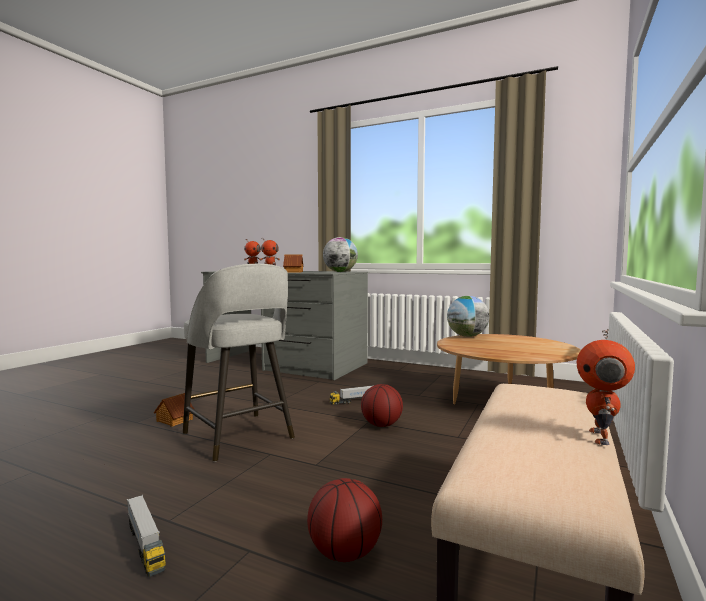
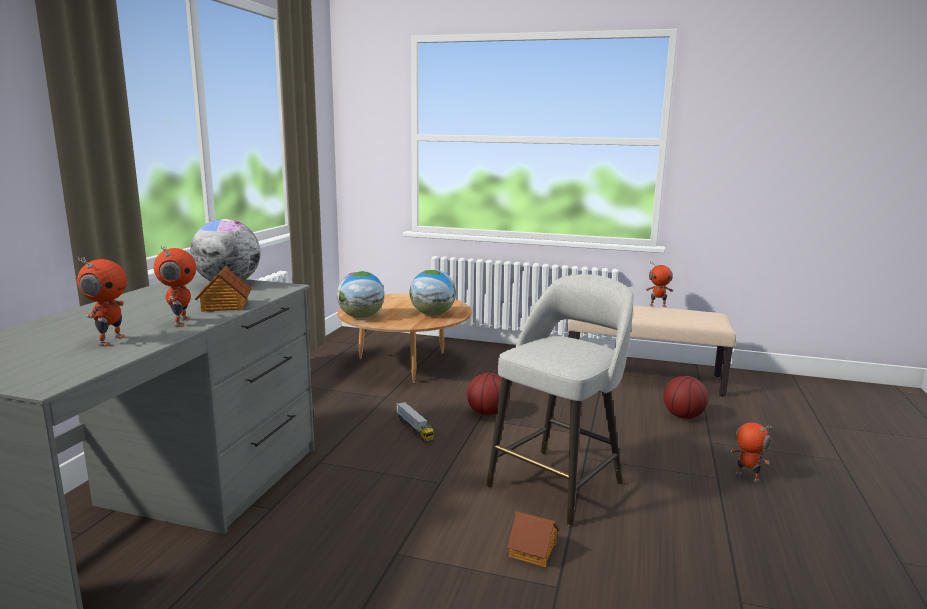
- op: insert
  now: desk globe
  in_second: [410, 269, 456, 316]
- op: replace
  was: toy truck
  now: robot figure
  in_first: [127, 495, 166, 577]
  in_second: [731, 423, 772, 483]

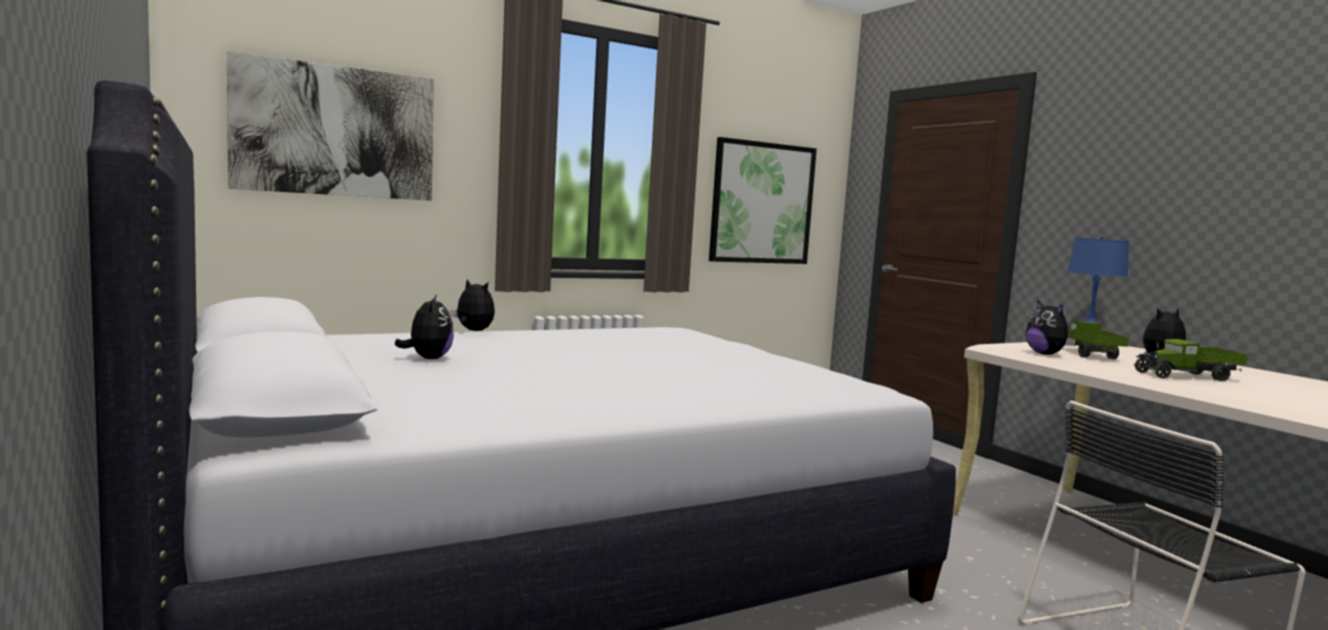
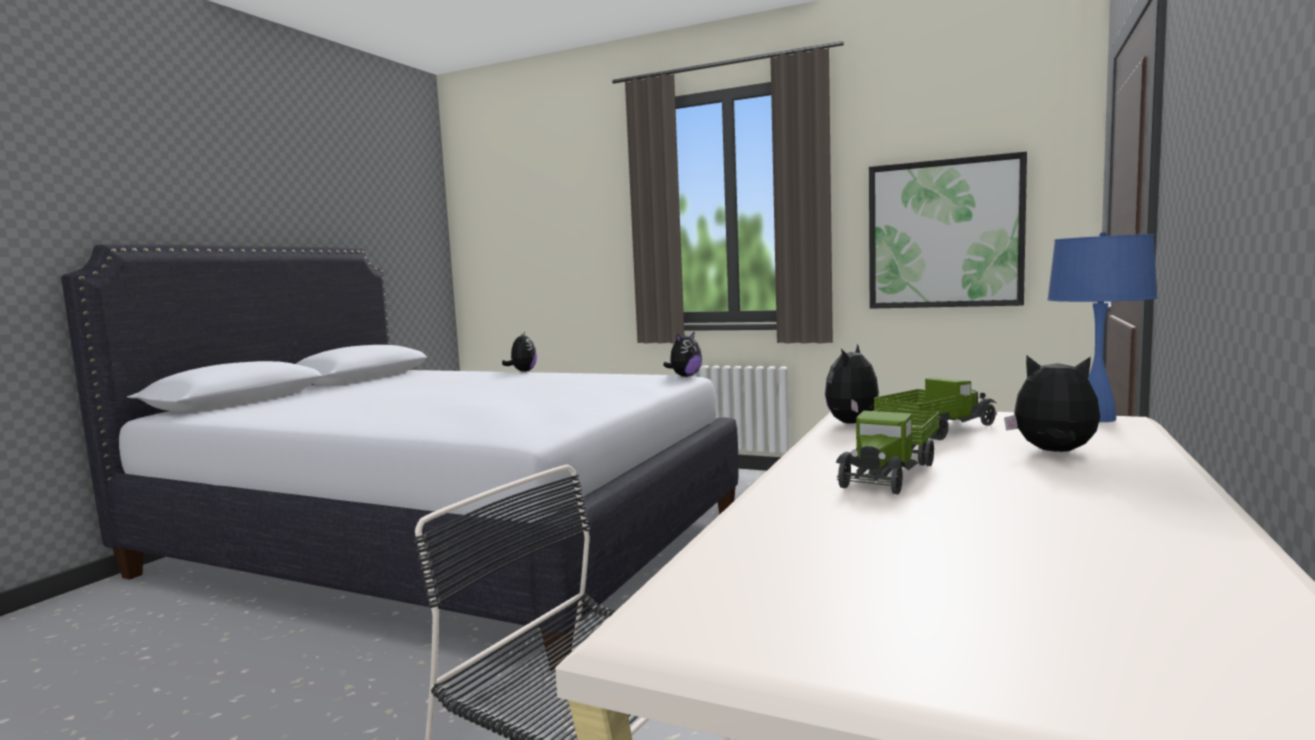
- op: delete
  was: picture
  in_first: [227, 51, 434, 201]
- op: move
  was: cuddly toy
  in_first: [395, 294, 454, 359]
  in_second: [663, 331, 702, 377]
- op: rotate
  was: toy truck
  in_first: [1134, 339, 1248, 381]
  in_second: [836, 408, 940, 495]
  clockwise: -105

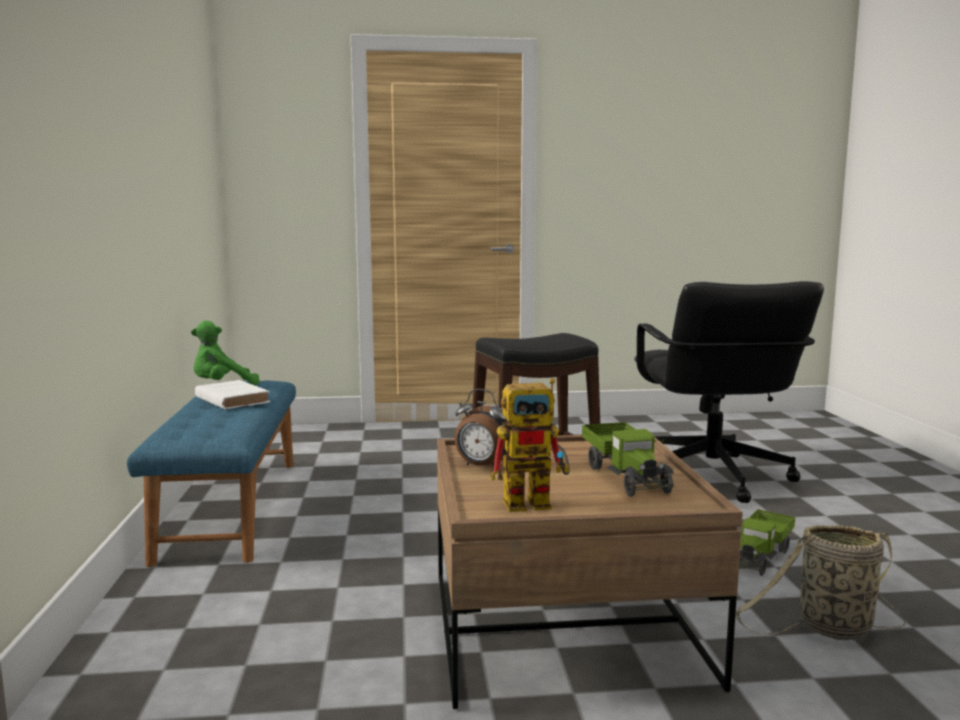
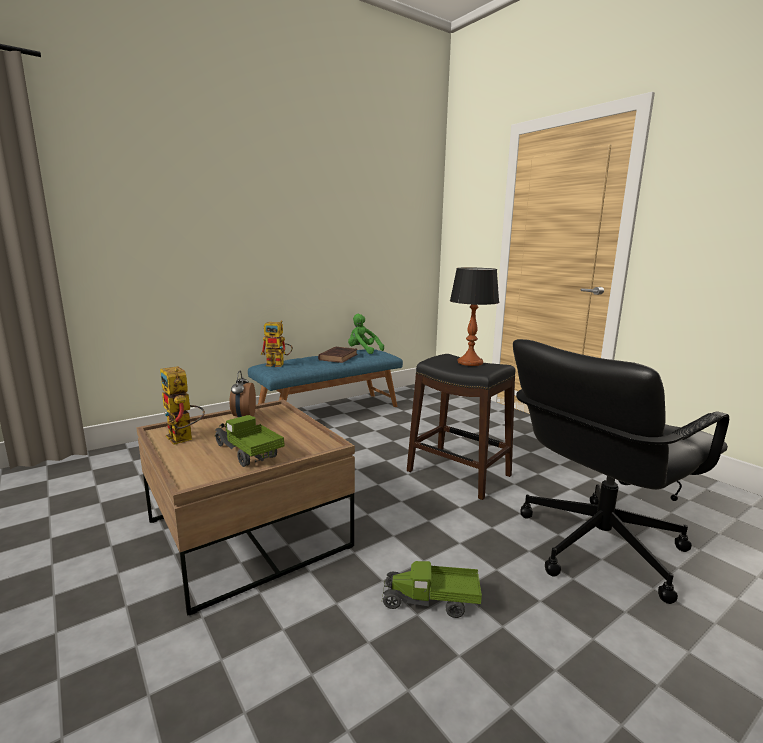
- op: delete
  was: basket
  in_first: [735, 525, 907, 640]
- op: insert
  now: robot figure
  in_second: [261, 320, 293, 367]
- op: insert
  now: tabletop lamp
  in_second: [450, 268, 499, 366]
- op: recolor
  was: white-coloured volume
  now: brown-coloured volume
  in_first: [195, 380, 270, 409]
  in_second: [318, 347, 357, 363]
- op: rotate
  was: toy truck
  in_first: [582, 422, 674, 497]
  in_second: [214, 415, 285, 467]
  clockwise: 90

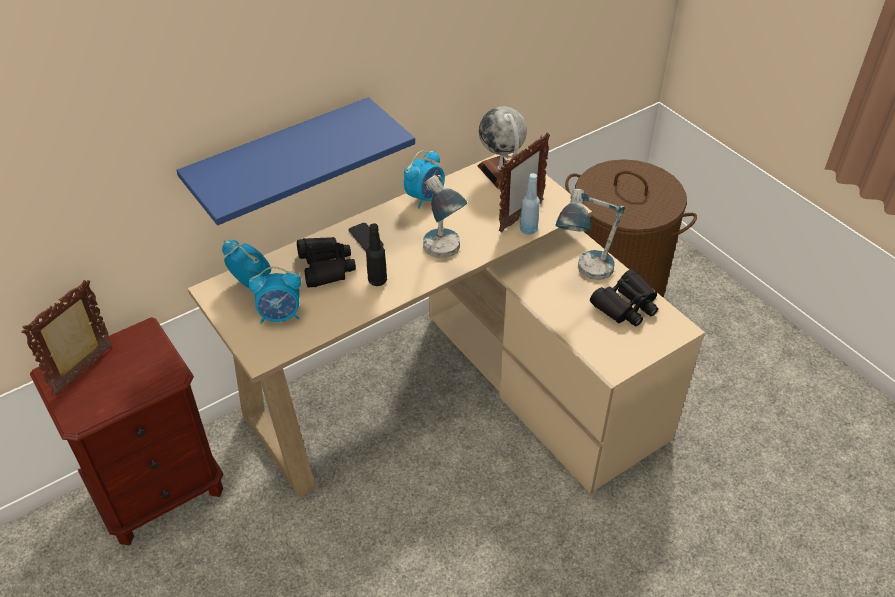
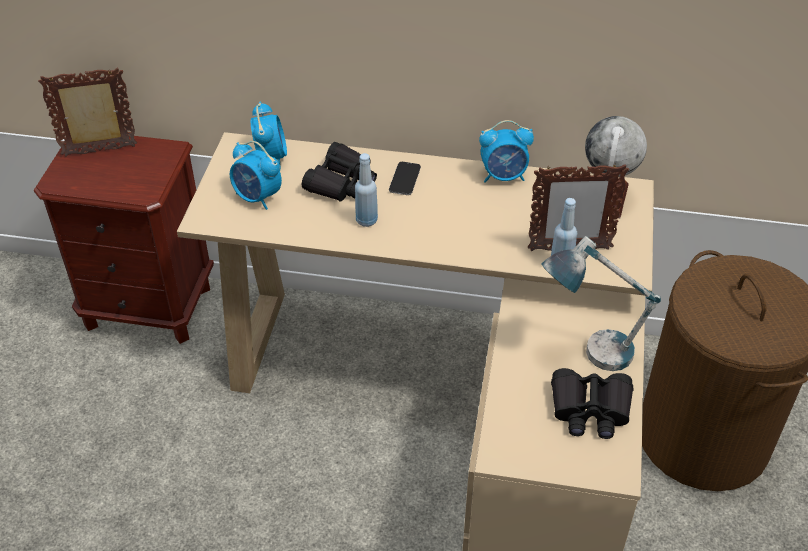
- op: delete
  was: bluish bracket shelf
  in_first: [176, 97, 415, 225]
- op: delete
  was: tabletop lamp
  in_first: [423, 175, 468, 258]
- op: recolor
  was: blackish bottle
  now: bluish bottle
  in_first: [366, 224, 387, 286]
  in_second: [355, 153, 378, 227]

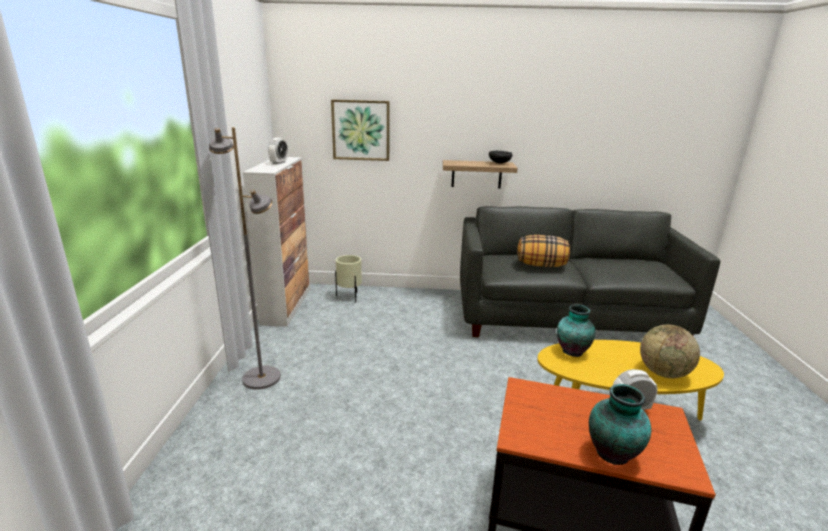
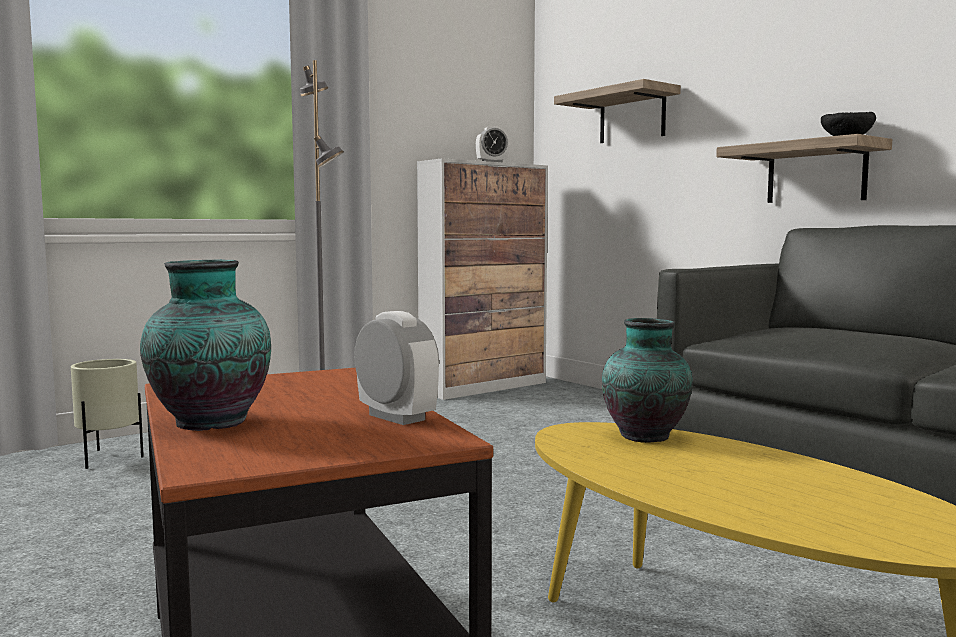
- op: delete
  was: cushion
  in_first: [517, 235, 570, 267]
- op: delete
  was: desk globe
  in_first: [640, 325, 700, 378]
- op: move
  was: sand-coloured planter
  in_first: [335, 255, 362, 302]
  in_second: [71, 359, 144, 469]
- op: replace
  was: picture
  now: bracket shelf
  in_first: [331, 100, 390, 161]
  in_second: [554, 79, 681, 143]

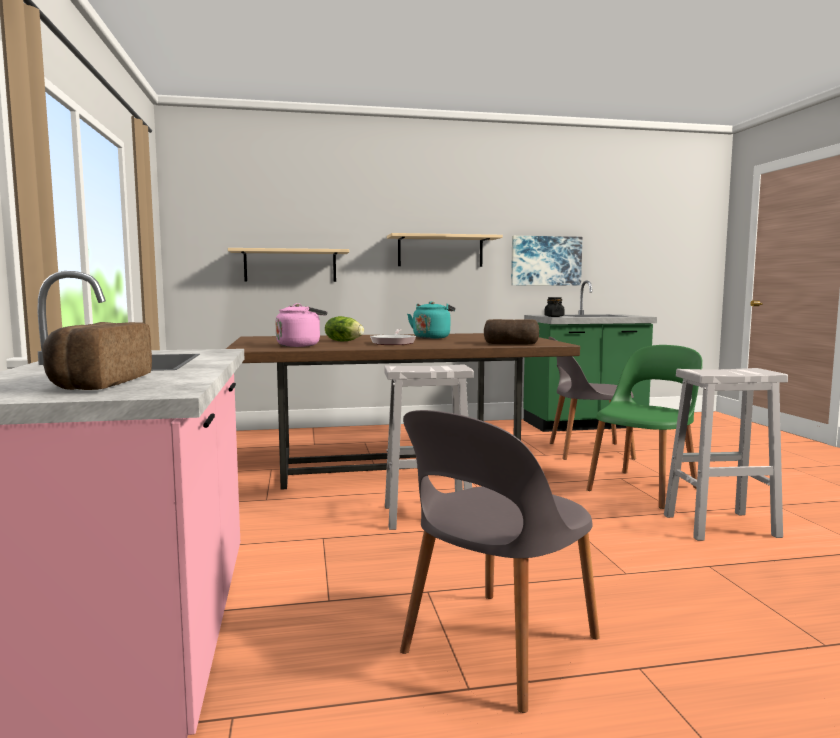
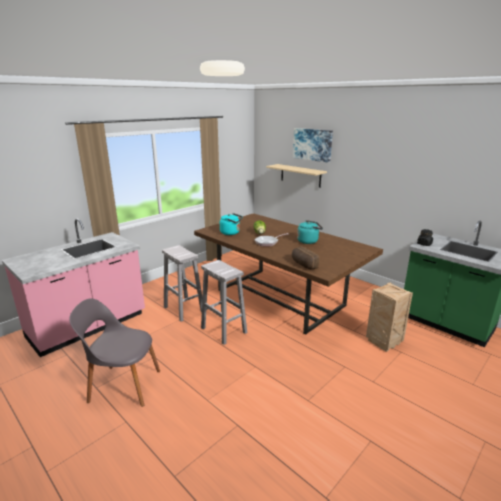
- op: delete
  was: baked bread
  in_first: [42, 322, 152, 390]
- op: delete
  was: sand-coloured bracket shelf
  in_first: [387, 233, 503, 267]
- op: delete
  was: green plain chair
  in_first: [586, 345, 703, 509]
- op: move
  was: picture
  in_first: [511, 236, 583, 285]
  in_second: [293, 128, 333, 163]
- op: move
  was: white-coloured stool seat
  in_first: [664, 368, 788, 541]
  in_second: [162, 245, 202, 322]
- op: replace
  was: gray plain chair
  now: shipping crate
  in_first: [548, 337, 636, 460]
  in_second: [366, 282, 413, 352]
- op: recolor
  was: pink water kettle
  now: turquoise water kettle
  in_first: [276, 303, 328, 347]
  in_second: [220, 213, 243, 235]

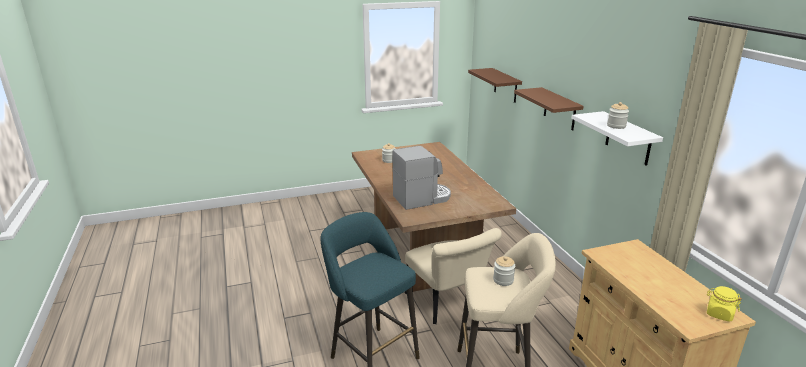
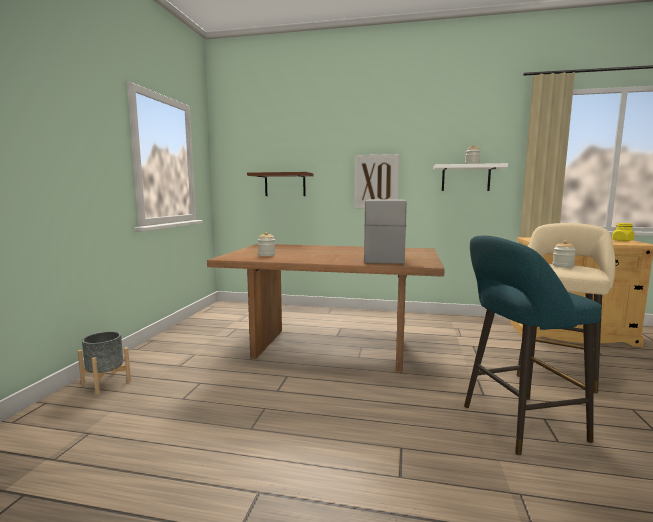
- op: delete
  was: sand-coloured plain chair
  in_first: [405, 228, 502, 324]
- op: insert
  now: gray planter
  in_second: [78, 331, 131, 395]
- op: replace
  was: brown-coloured bracket shelf
  now: picture
  in_first: [514, 87, 584, 131]
  in_second: [354, 154, 399, 208]

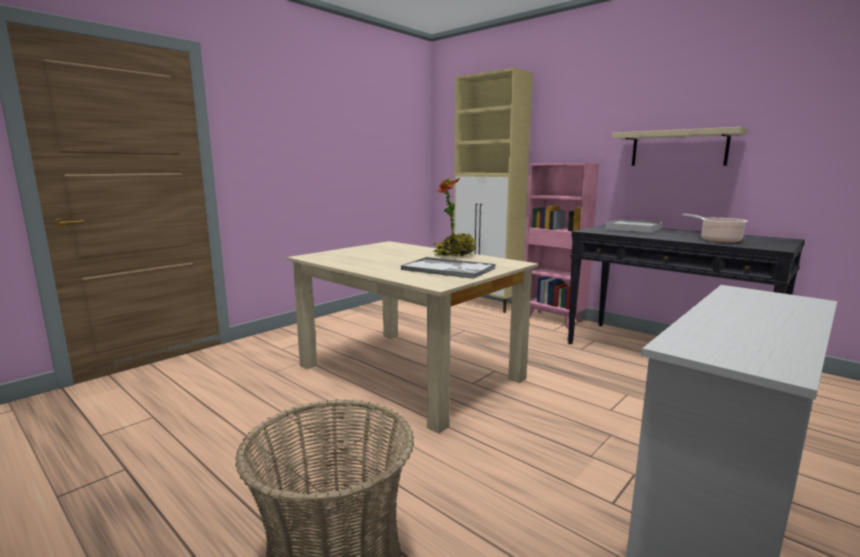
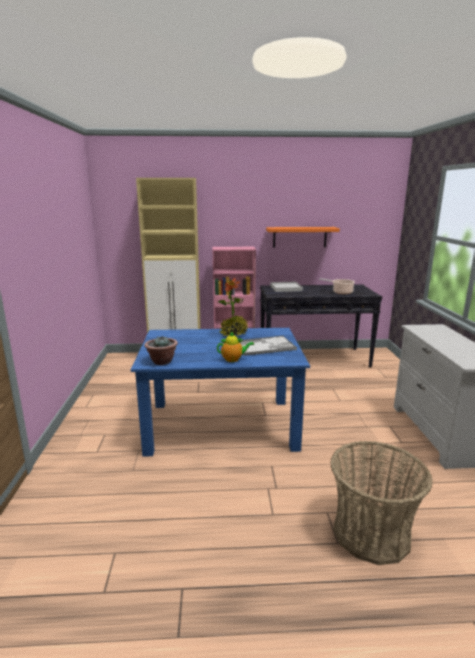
- op: insert
  now: plant in a pot
  in_second: [144, 336, 178, 365]
- op: insert
  now: teapot
  in_second: [217, 331, 254, 362]
- op: recolor
  was: sand-coloured dining table
  now: bluish dining table
  in_first: [287, 241, 538, 433]
  in_second: [131, 328, 310, 457]
- op: recolor
  was: sand-coloured bracket shelf
  now: orange-coloured bracket shelf
  in_first: [612, 127, 747, 166]
  in_second: [266, 227, 340, 248]

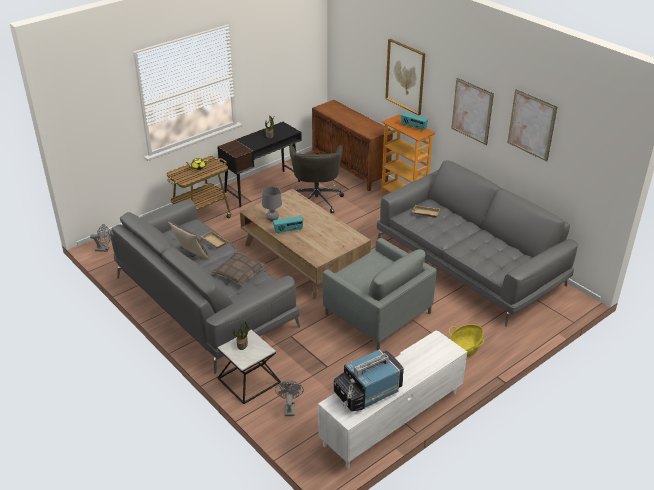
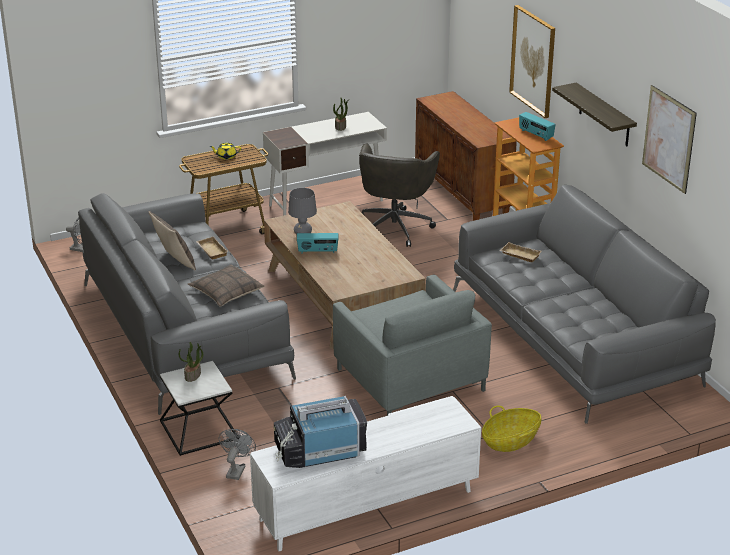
- op: replace
  was: picture
  now: bracket shelf
  in_first: [452, 78, 494, 145]
  in_second: [552, 83, 637, 146]
- op: recolor
  was: blackish desk unit
  now: white-coloured desk unit
  in_first: [217, 122, 302, 207]
  in_second: [263, 112, 387, 216]

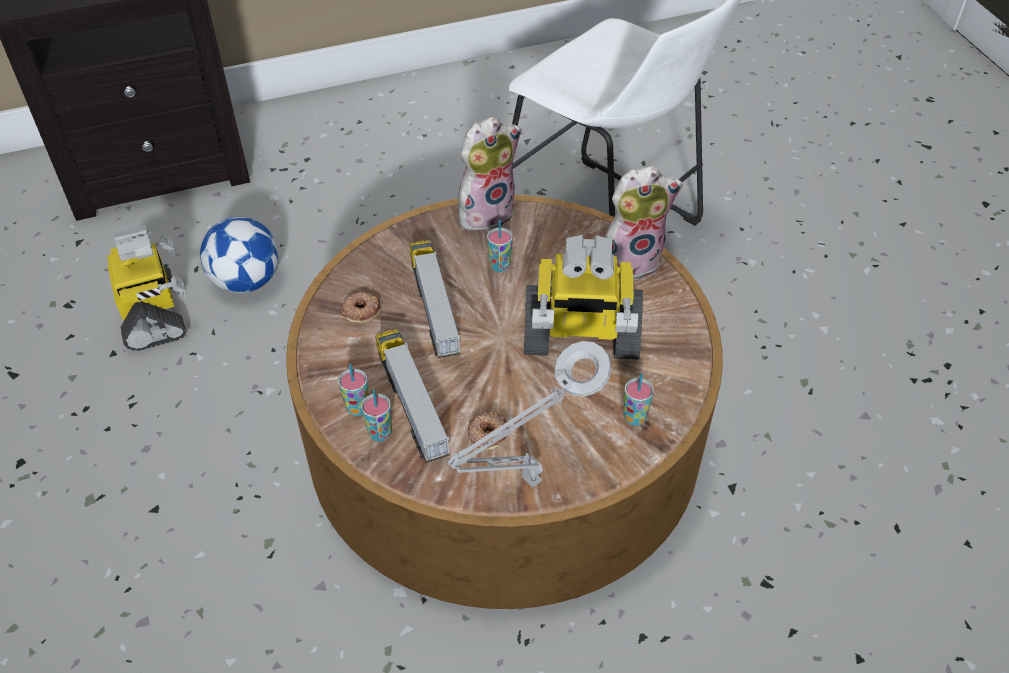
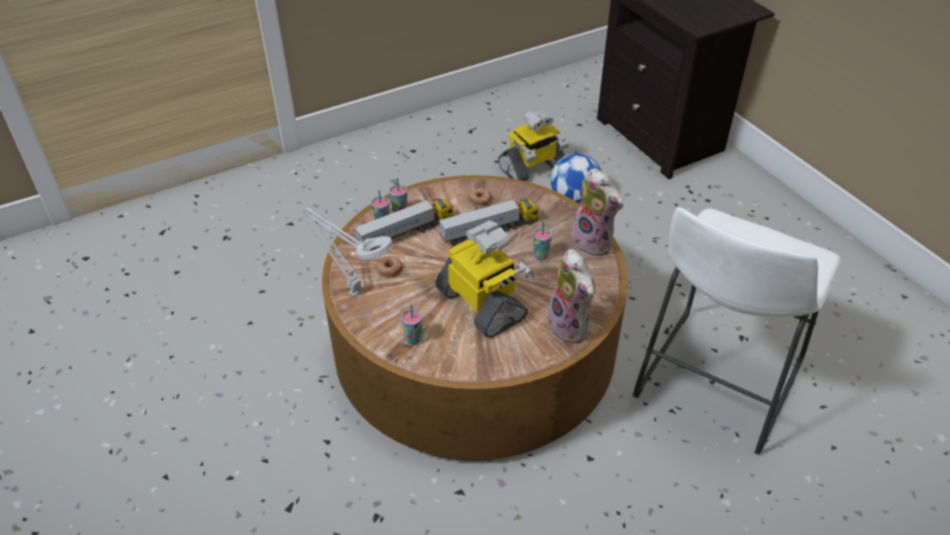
- op: rotate
  was: robot figure
  in_first: [524, 235, 643, 360]
  in_second: [435, 220, 535, 338]
  clockwise: 150

